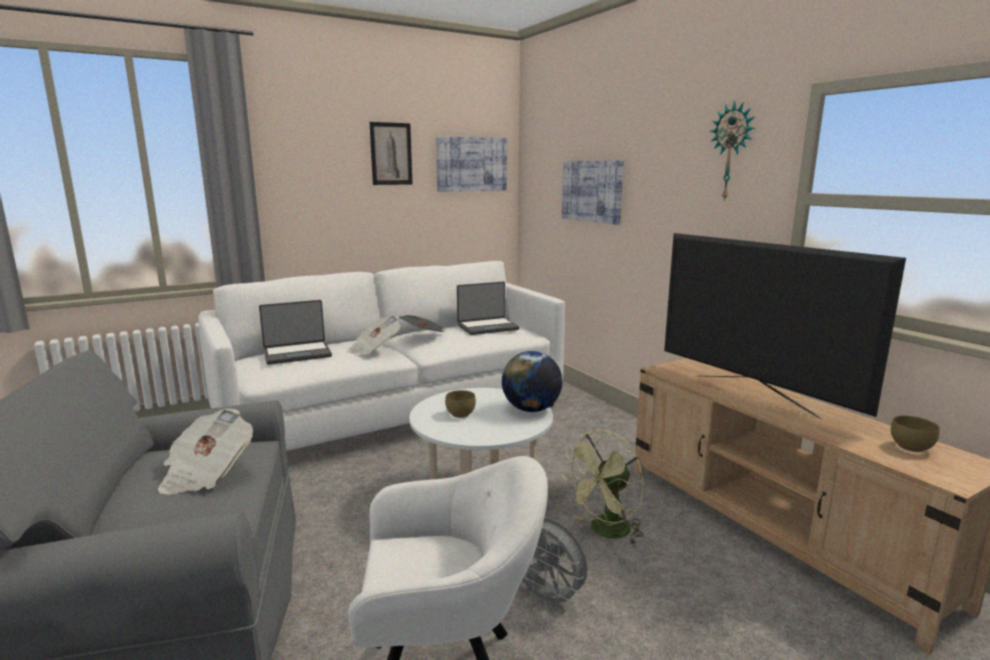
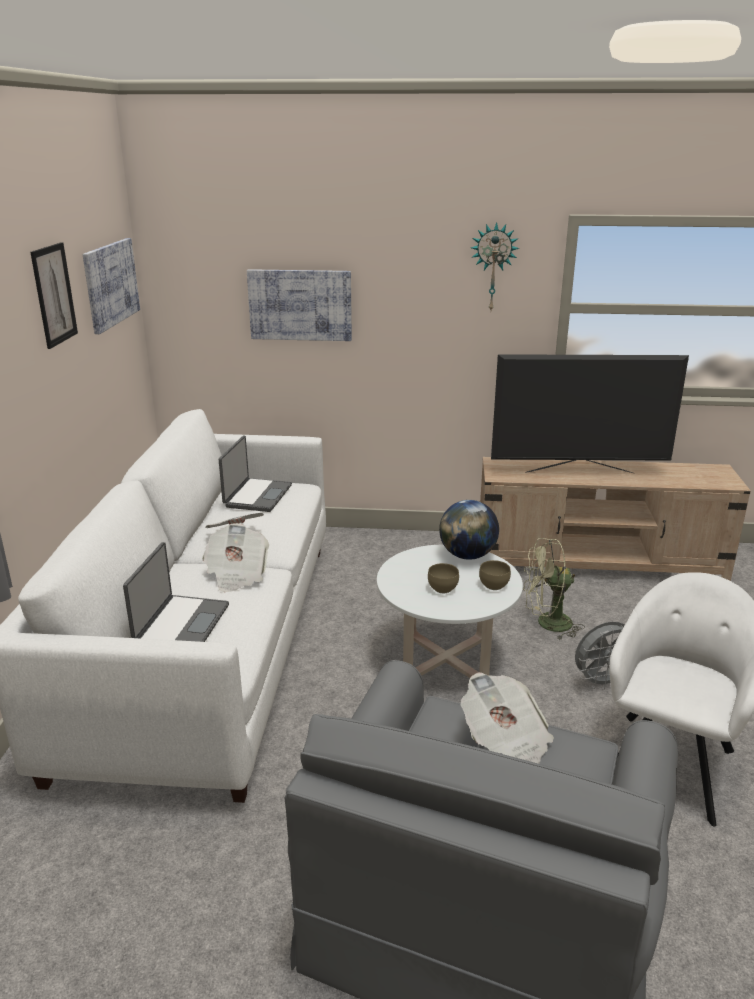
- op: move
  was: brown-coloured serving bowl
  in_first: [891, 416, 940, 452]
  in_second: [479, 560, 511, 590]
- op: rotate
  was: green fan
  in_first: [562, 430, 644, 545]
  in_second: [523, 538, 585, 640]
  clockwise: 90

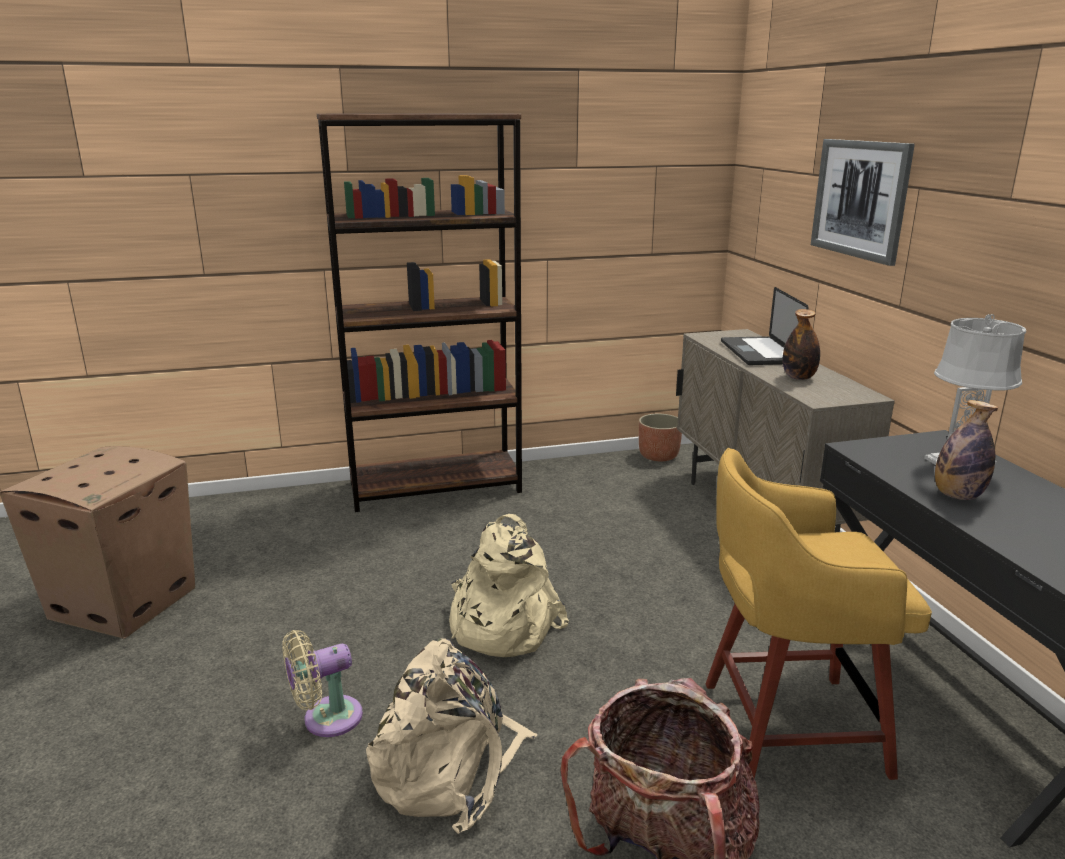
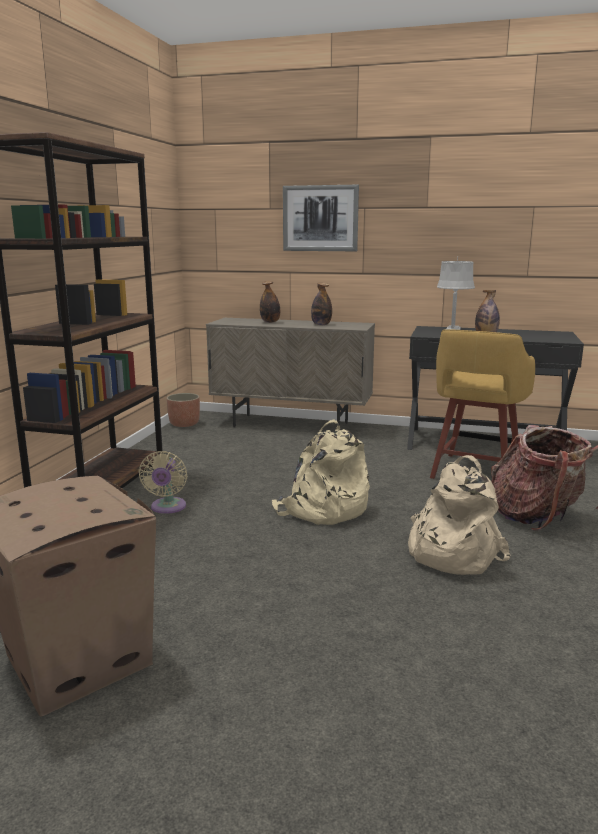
- op: move
  was: sand-coloured fan
  in_first: [282, 630, 363, 737]
  in_second: [138, 451, 187, 514]
- op: replace
  was: laptop
  now: bottle
  in_first: [721, 287, 809, 365]
  in_second: [260, 281, 280, 323]

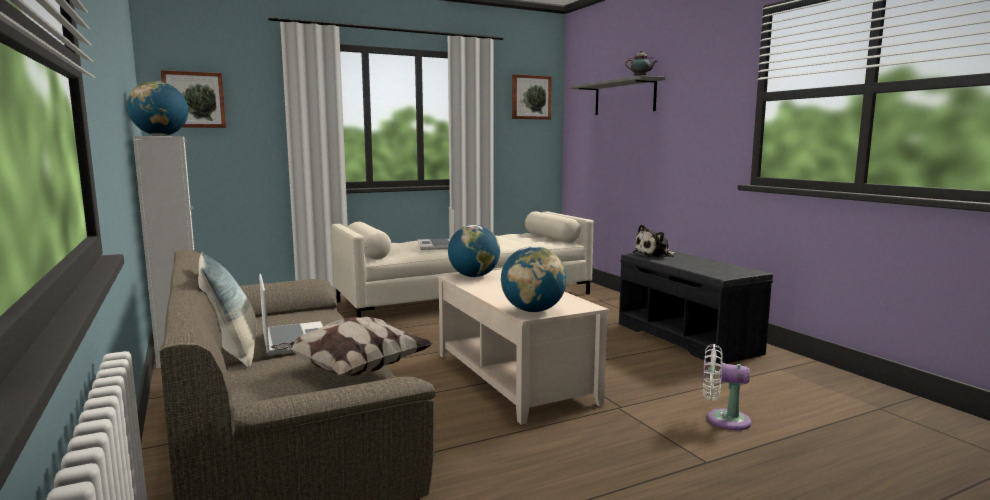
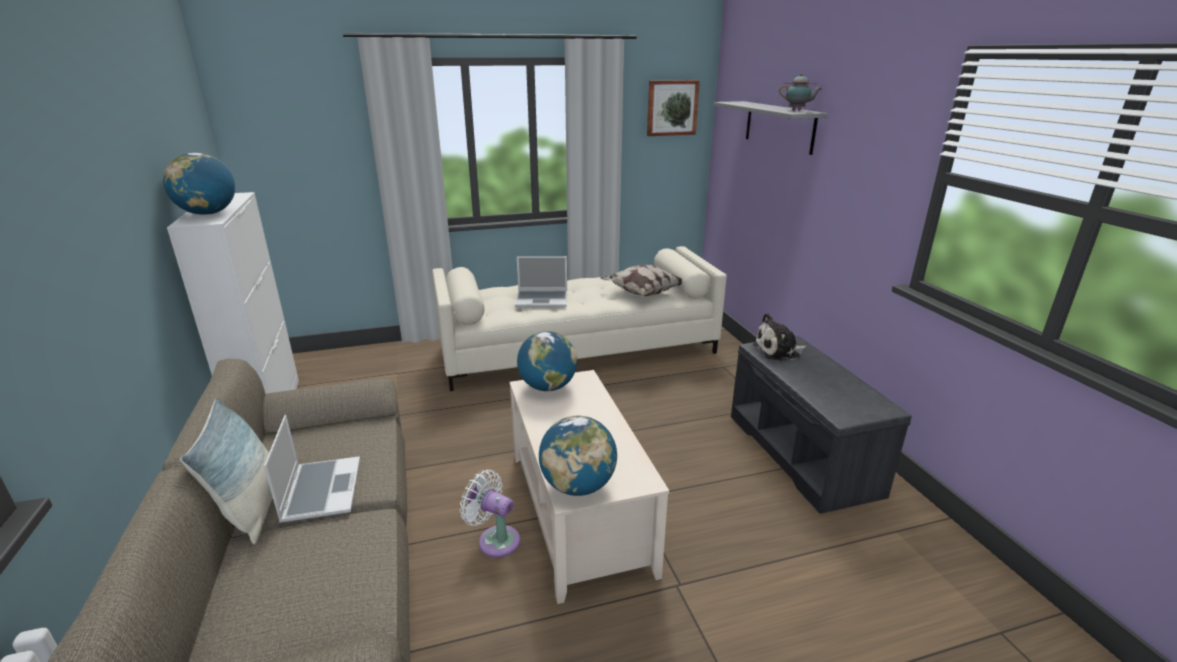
- op: delete
  was: picture
  in_first: [161, 70, 226, 128]
- op: move
  was: cushion
  in_first: [271, 317, 434, 376]
  in_second: [600, 265, 682, 296]
- op: move
  was: white-coloured fan
  in_first: [703, 344, 751, 430]
  in_second: [460, 470, 520, 558]
- op: rotate
  was: laptop
  in_first: [418, 207, 455, 250]
  in_second: [515, 256, 567, 308]
  clockwise: -90

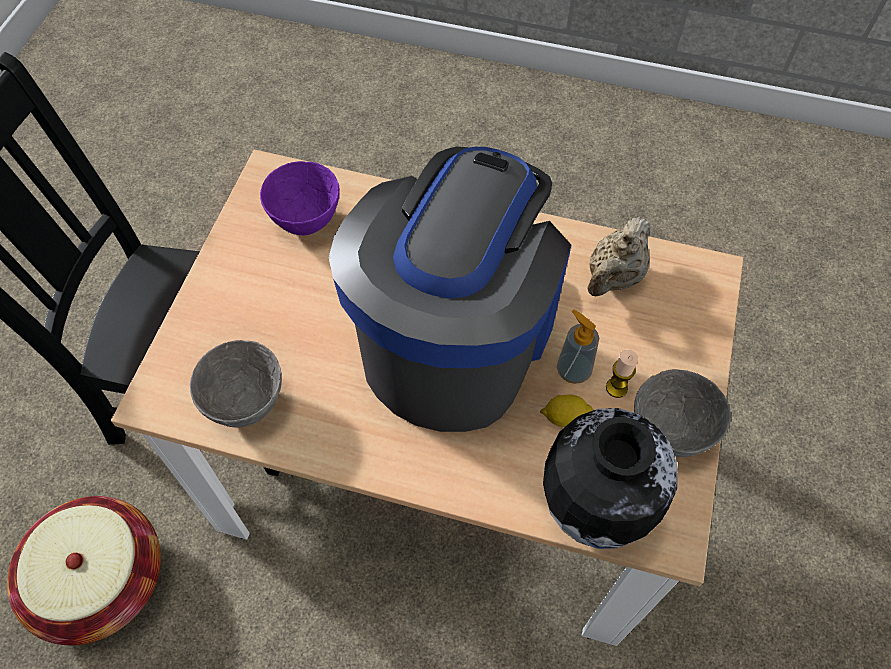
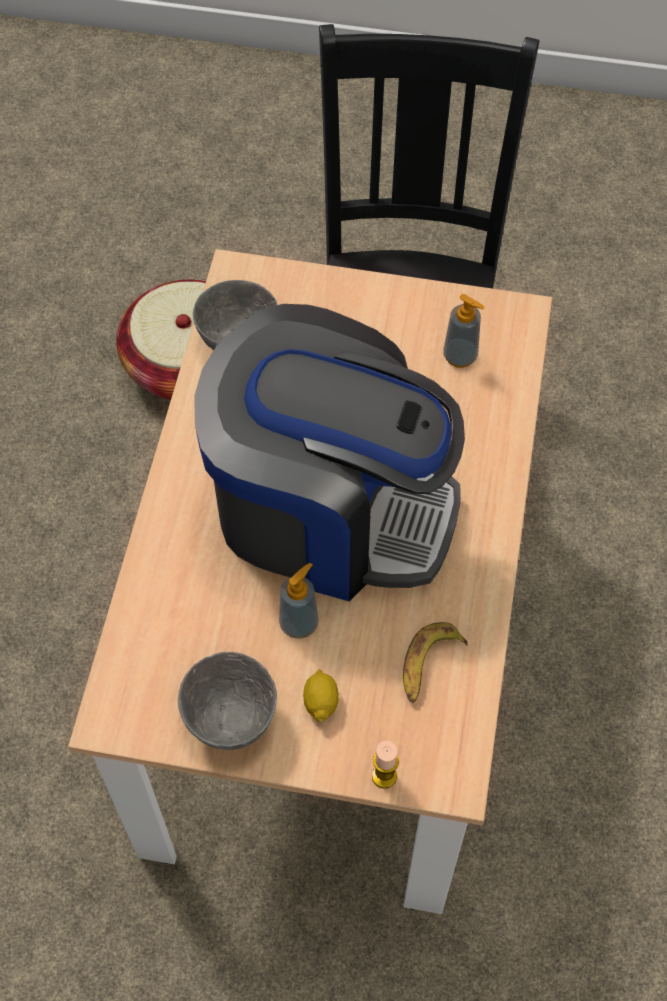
- op: delete
  was: decorative vase
  in_first: [543, 408, 677, 549]
- op: move
  was: citrus fruit
  in_first: [540, 394, 594, 427]
  in_second: [303, 669, 339, 722]
- op: move
  was: wax light
  in_first: [606, 350, 638, 398]
  in_second: [372, 741, 399, 789]
- op: replace
  was: purple-coloured serving bowl
  now: liquid soap bottle
  in_first: [260, 161, 340, 235]
  in_second: [443, 294, 485, 368]
- op: replace
  was: sand-coloured teapot
  now: banana
  in_first: [588, 217, 650, 296]
  in_second: [403, 622, 468, 703]

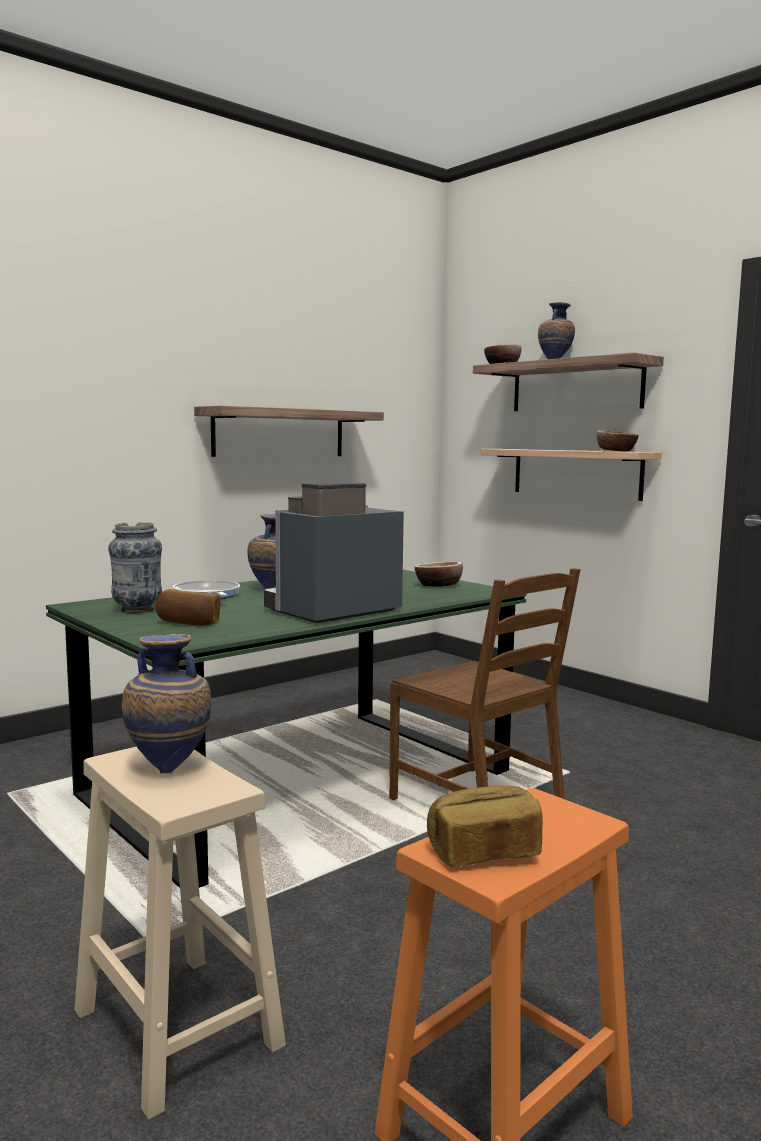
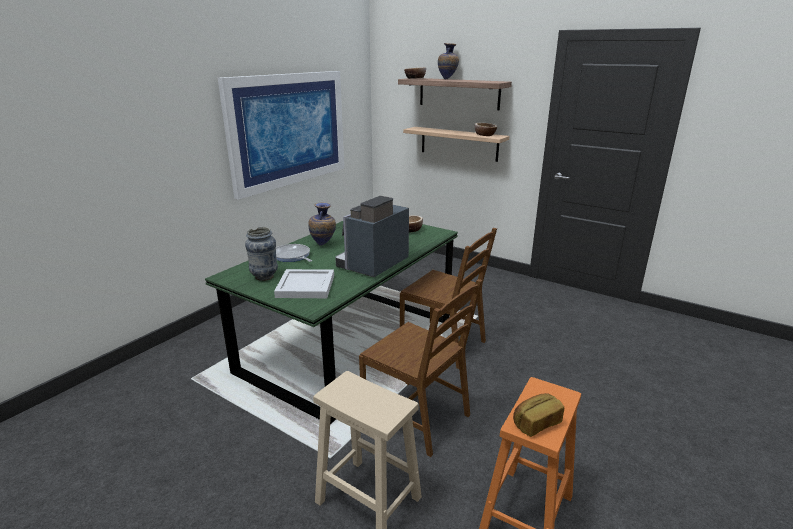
- op: delete
  was: decorative vase
  in_first: [122, 634, 211, 773]
- op: insert
  now: brown-coloured plain chair
  in_second: [359, 279, 483, 457]
- op: replace
  was: baked bread
  now: white-coloured serving tray
  in_first: [156, 589, 221, 626]
  in_second: [274, 269, 334, 298]
- op: replace
  was: bracket shelf
  now: picture
  in_first: [194, 406, 384, 457]
  in_second: [218, 71, 344, 200]

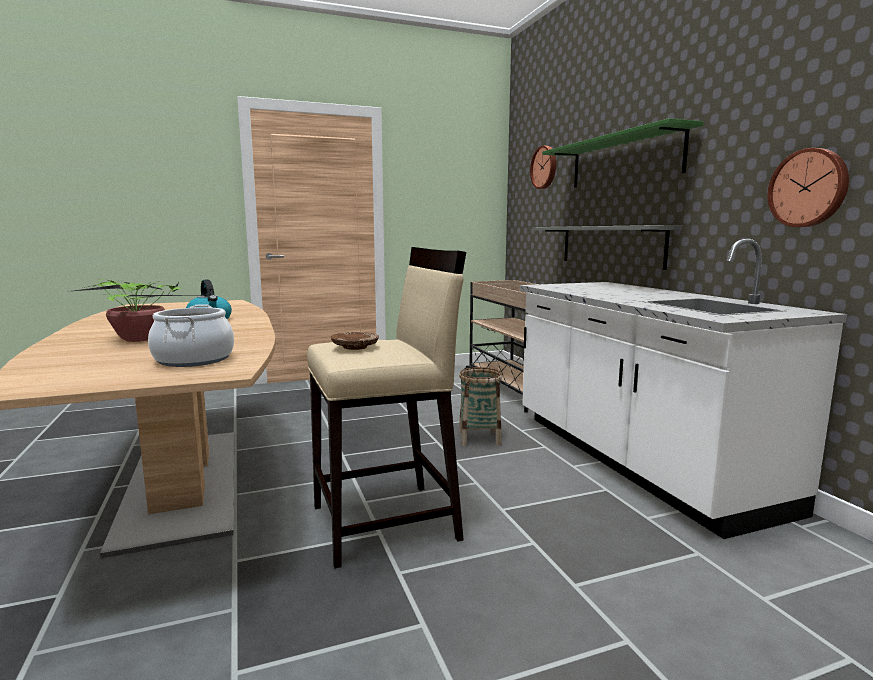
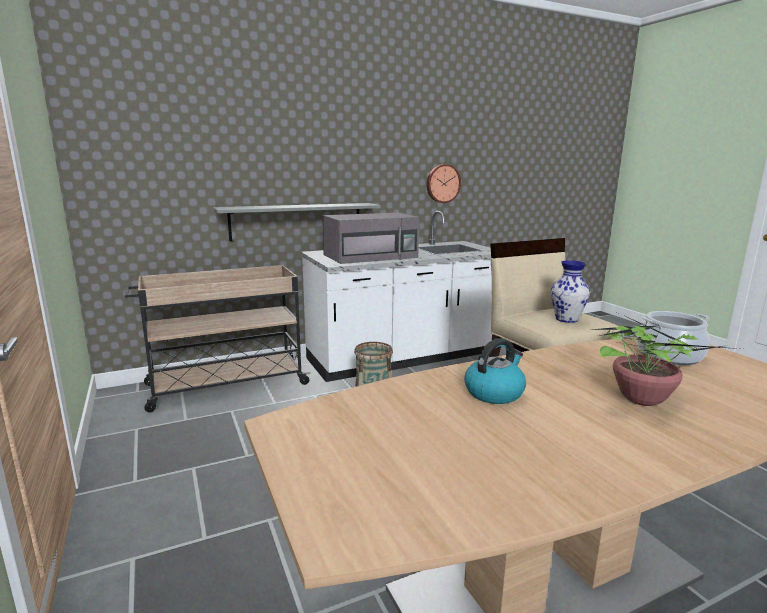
- op: delete
  was: wall clock
  in_first: [530, 146, 556, 189]
- op: delete
  was: green bracket shelf
  in_first: [542, 118, 704, 187]
- op: insert
  now: gray kitchen microwave
  in_second: [323, 213, 419, 264]
- op: replace
  was: brown-coloured dinner plate
  now: decorative vase
  in_first: [331, 332, 379, 350]
  in_second: [551, 260, 590, 323]

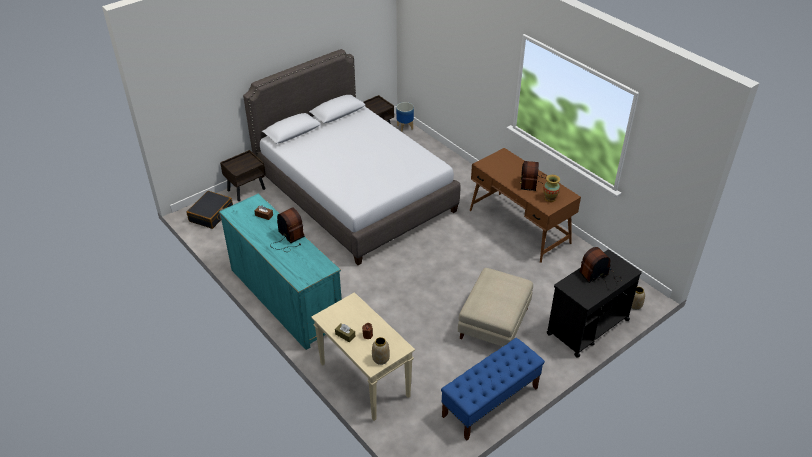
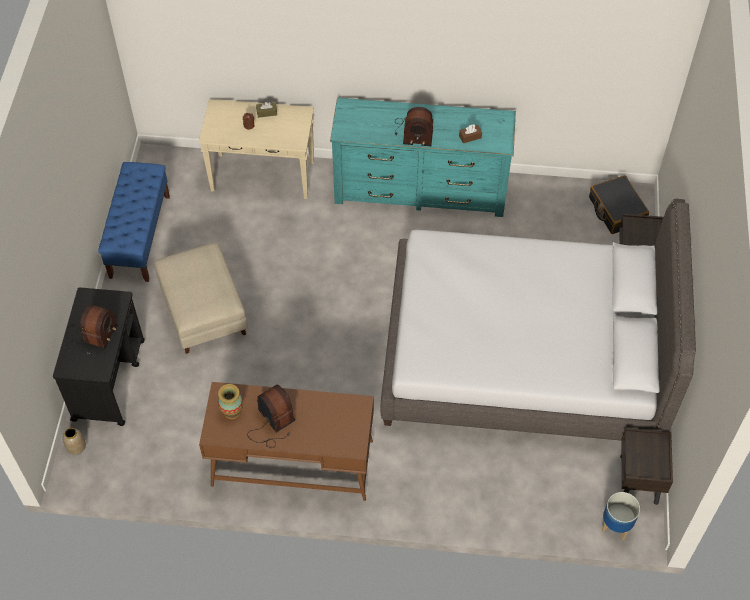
- op: delete
  was: decorative vase
  in_first: [372, 337, 390, 365]

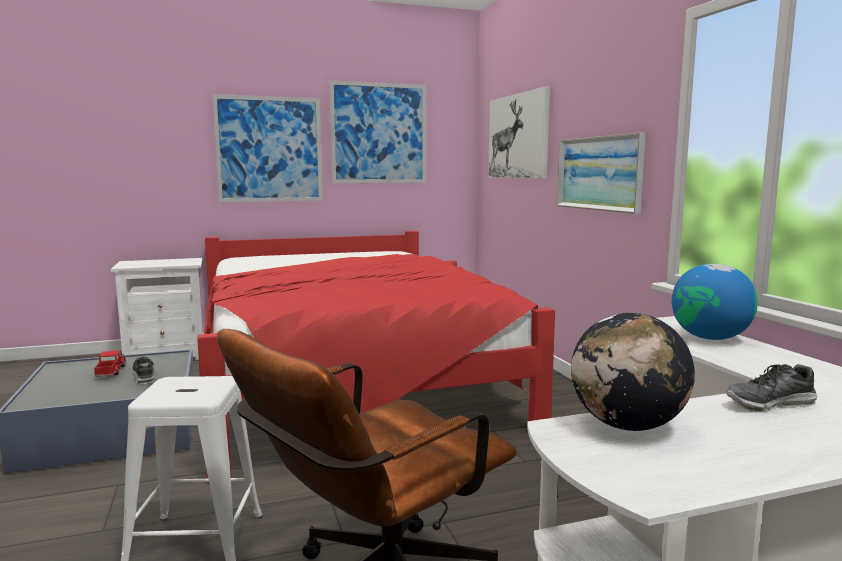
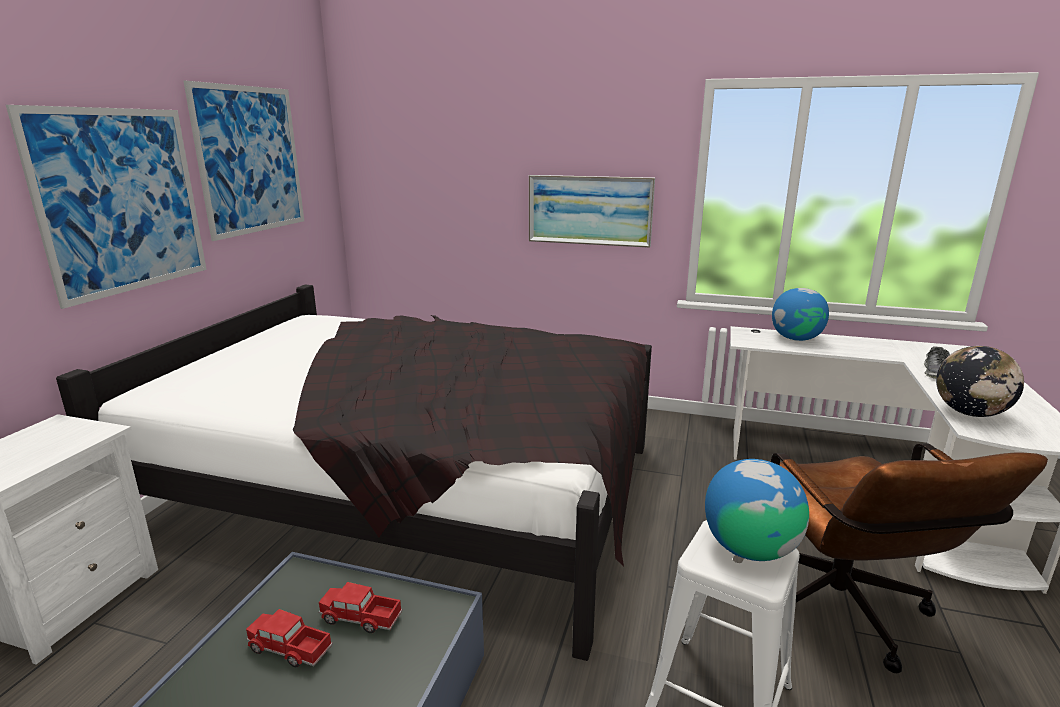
- op: delete
  was: picture
  in_first: [488, 86, 550, 178]
- op: insert
  now: desk globe
  in_second: [705, 459, 809, 561]
- op: replace
  was: shoe
  now: toy truck
  in_first: [133, 356, 155, 384]
  in_second: [319, 582, 403, 633]
- op: recolor
  was: red-coloured bed
  now: blackish bed
  in_first: [197, 231, 555, 483]
  in_second: [56, 285, 652, 661]

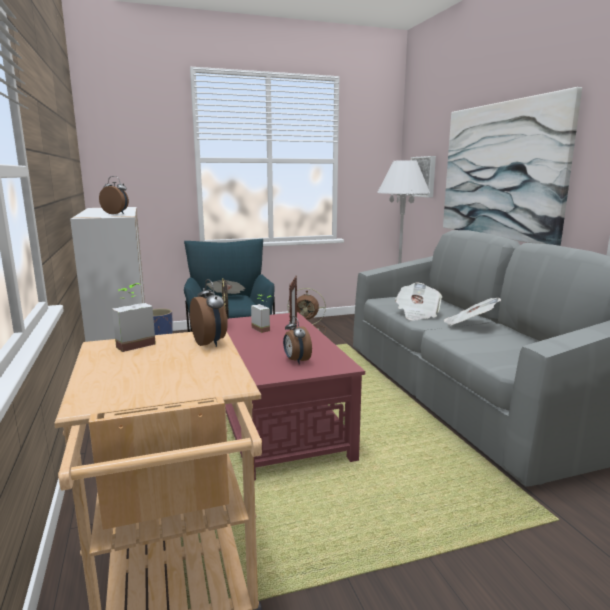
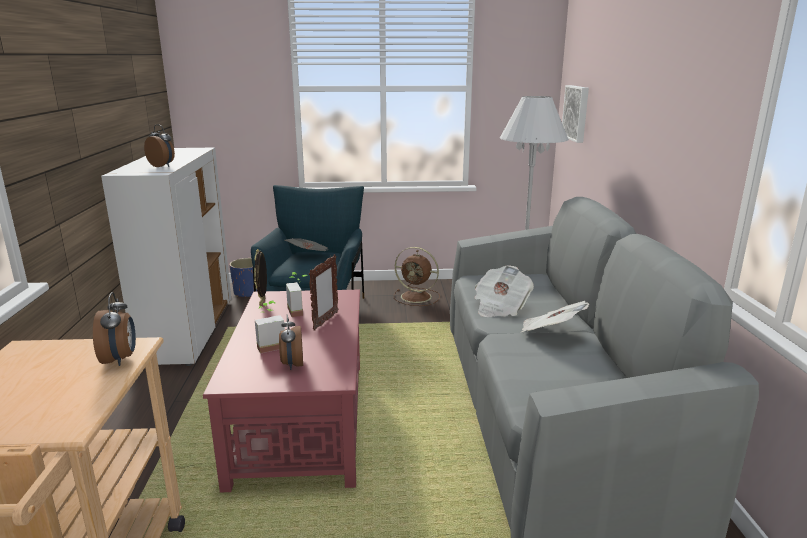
- op: delete
  was: picture
  in_first: [443, 87, 582, 246]
- op: move
  was: plant in a pot
  in_first: [112, 283, 156, 352]
  in_second: [255, 301, 285, 354]

